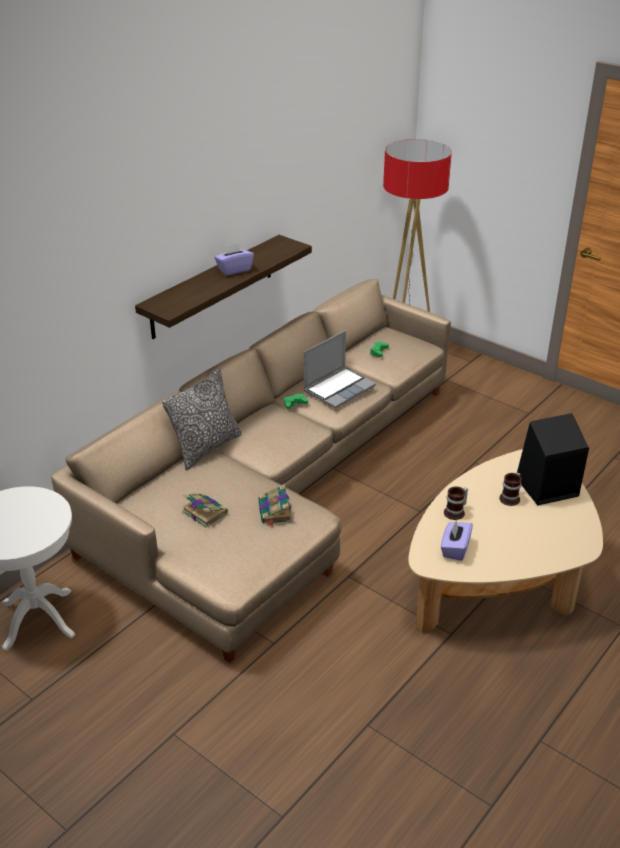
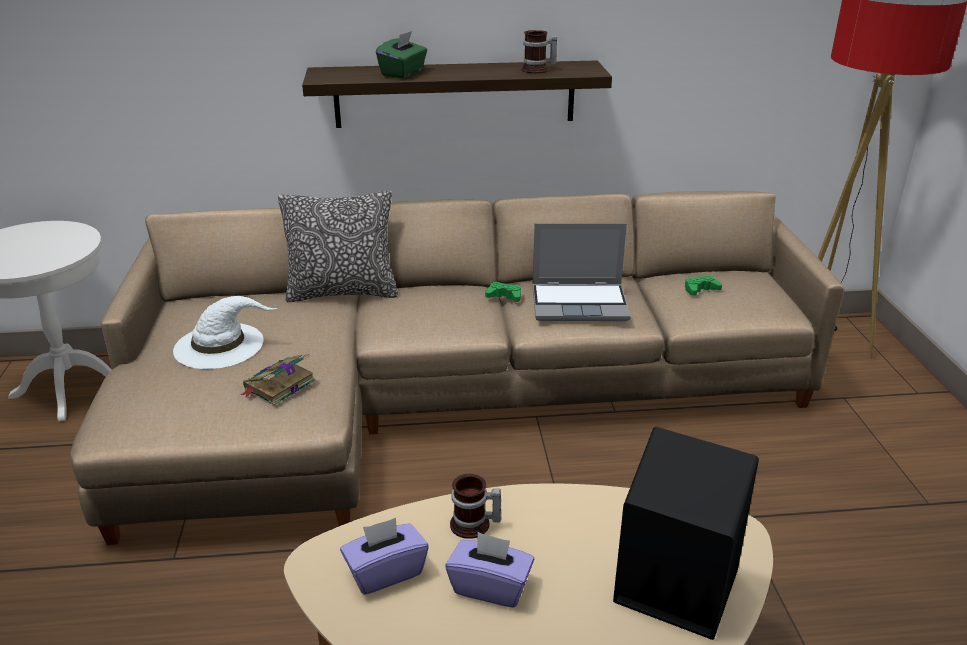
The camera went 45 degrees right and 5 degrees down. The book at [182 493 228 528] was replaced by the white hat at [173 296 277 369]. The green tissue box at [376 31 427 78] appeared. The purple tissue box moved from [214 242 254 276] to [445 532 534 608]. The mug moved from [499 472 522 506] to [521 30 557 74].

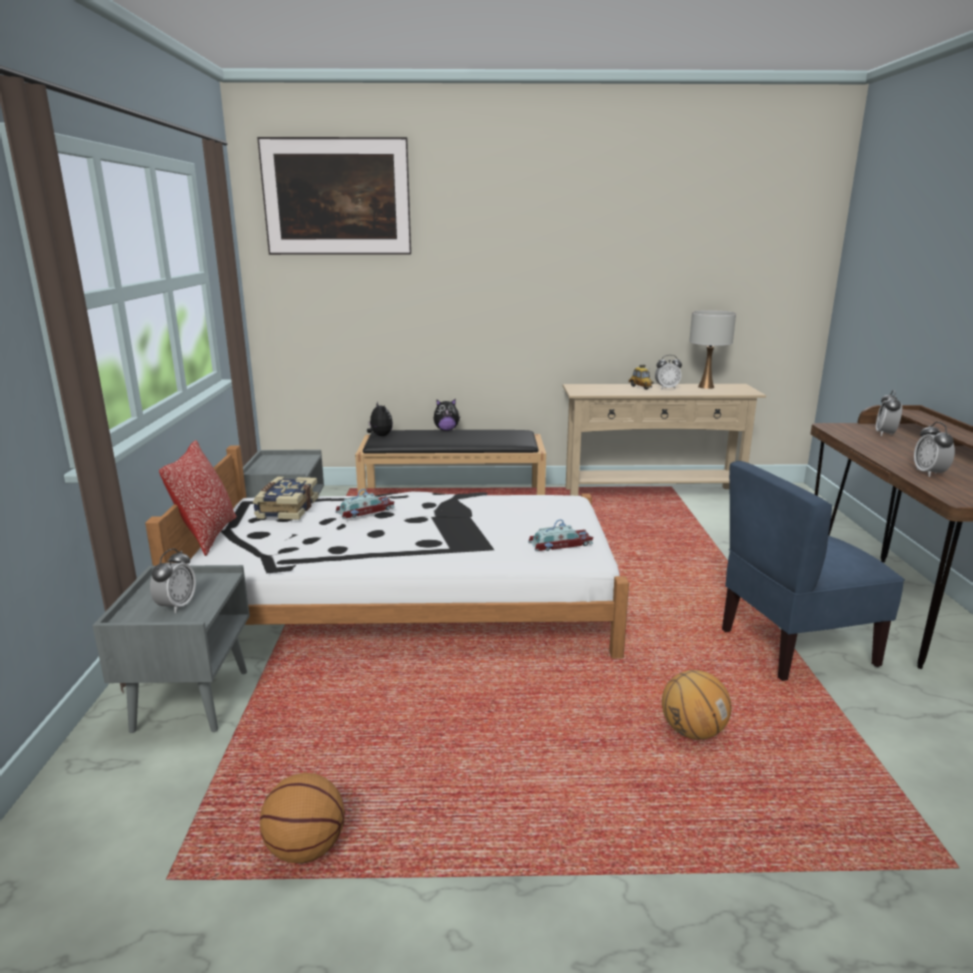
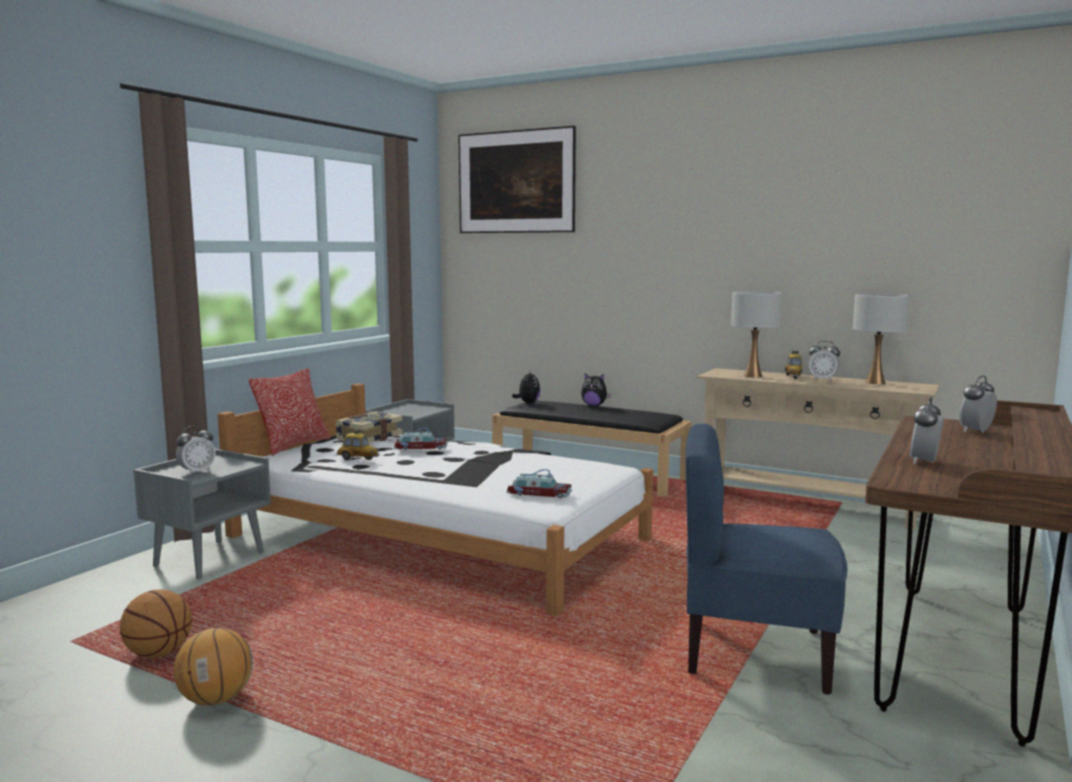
The camera went 30 degrees right and 10 degrees down. The basketball moved from [662 670 732 740] to [174 628 253 706]. The toy car at [337 429 379 460] appeared. The white table lamp at [731 291 782 378] appeared.

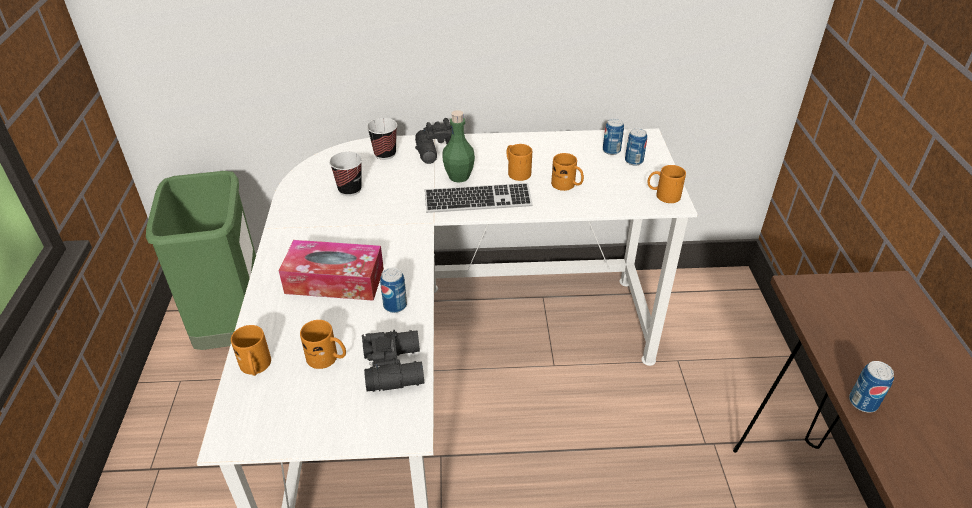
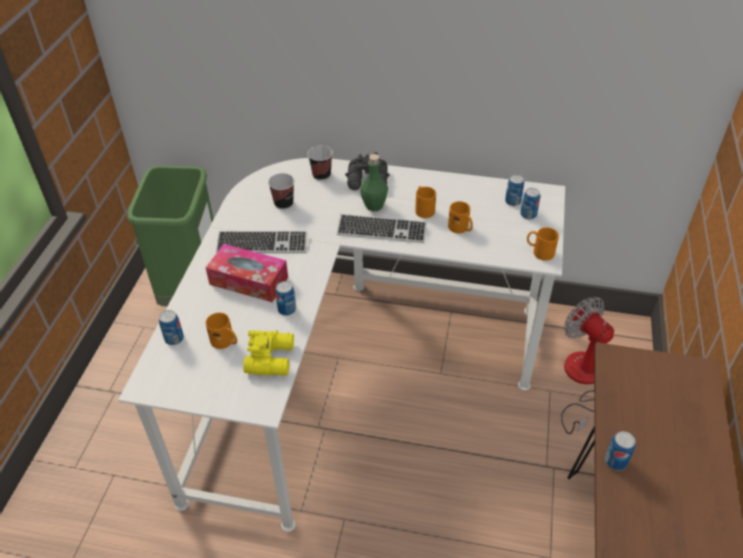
The camera went 15 degrees right and 5 degrees up. The orange mug at [231 325 271 376] was replaced by the can at [159 310 184 345]. The keyboard at [216 231 308 253] appeared. The black binoculars at [362 330 424 392] became the yellow binoculars at [243 330 294 376]. The fan at [561 297 614 434] appeared.

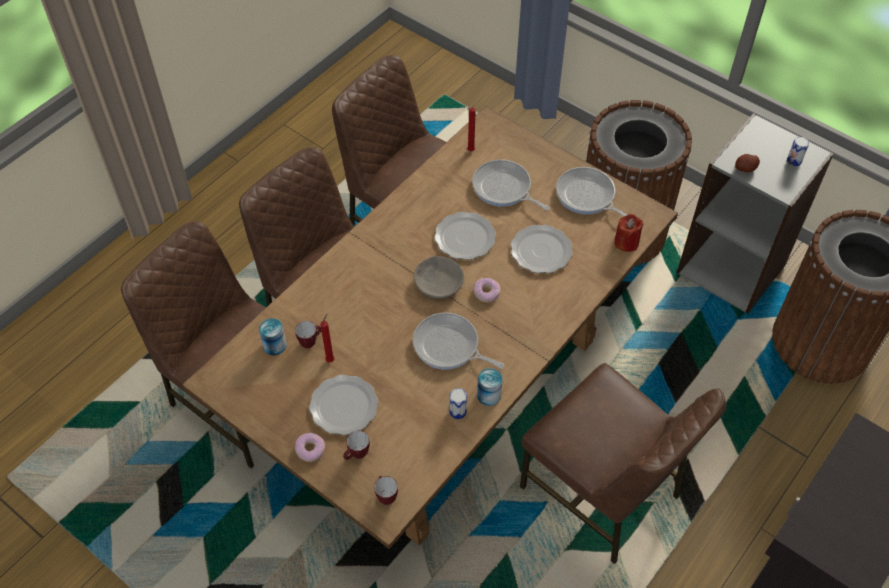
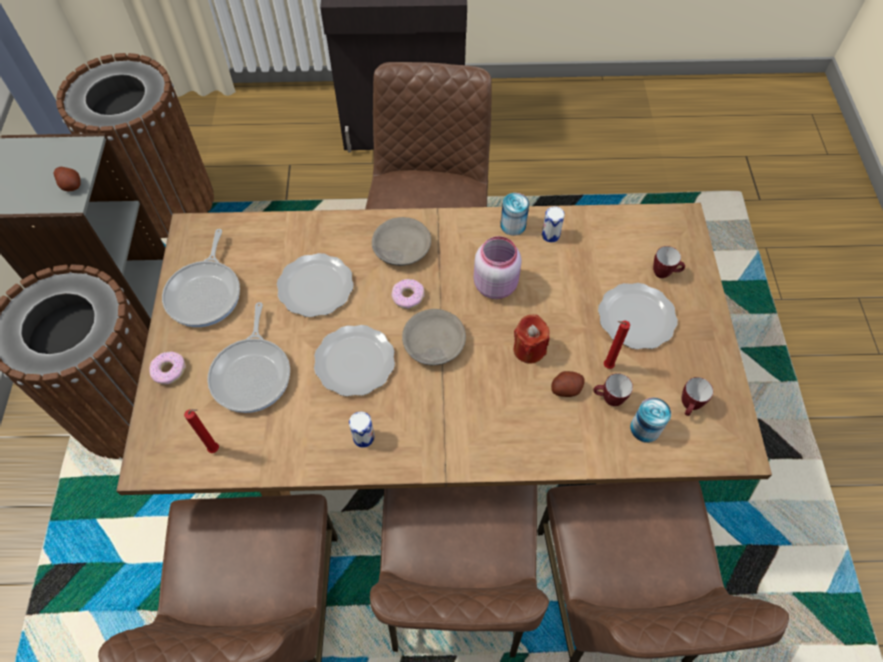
The camera went 130 degrees left and 5 degrees up. The donut moved from [295 433 325 462] to [150 352 186 385]. The can moved from [787 137 809 166] to [349 411 375 448]. The grey bowl at [372 217 431 266] appeared. The frying pan at [413 313 505 370] was replaced by the pink jar at [473 236 522 299]. The red candle moved from [614 214 644 252] to [514 315 550 364]. The potato at [551 371 585 397] appeared. The mug moved from [374 476 398 505] to [681 377 713 416].

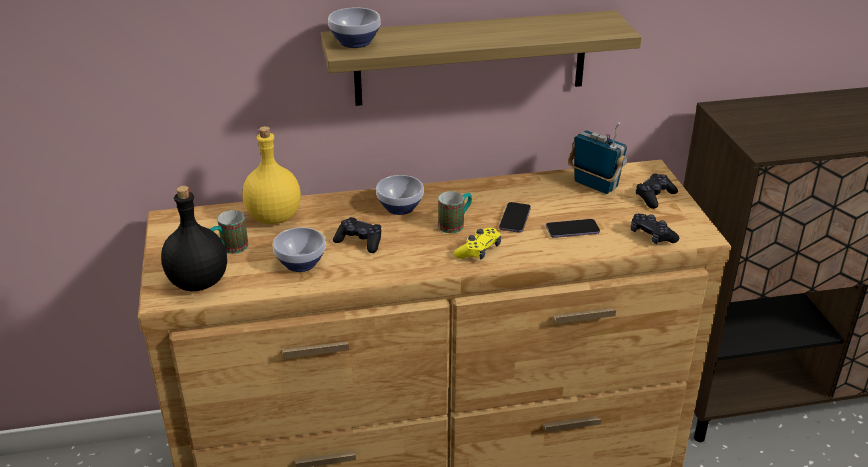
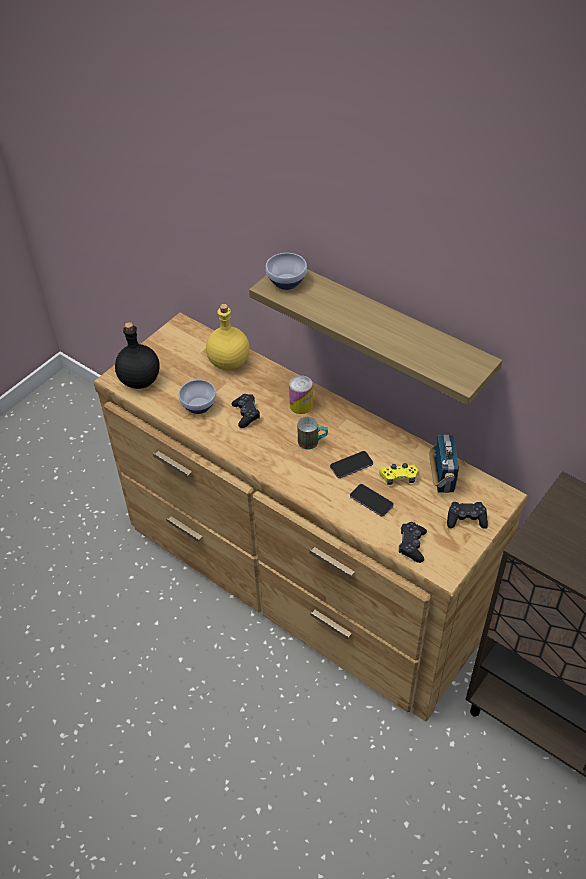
The camera went 50 degrees right and 15 degrees up. The bowl at [376 175 424 215] was replaced by the can at [289 375 313 414]. The yellow game controller moved from [454 228 501 260] to [379 463 418 485]. The mug at [210 210 248 254] disappeared.

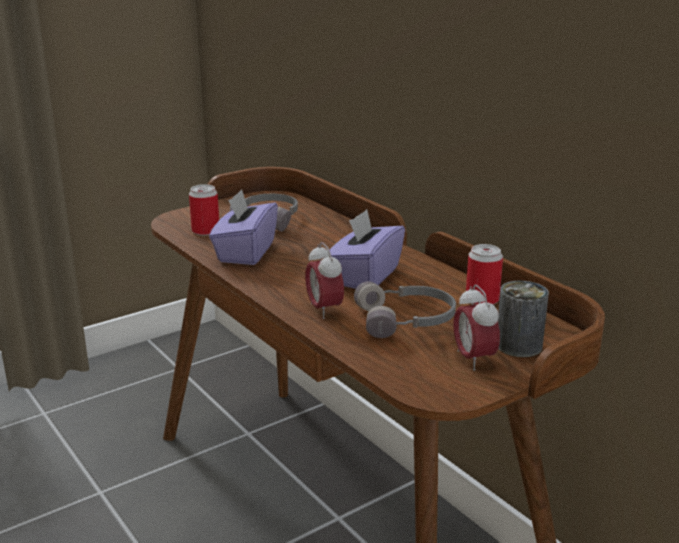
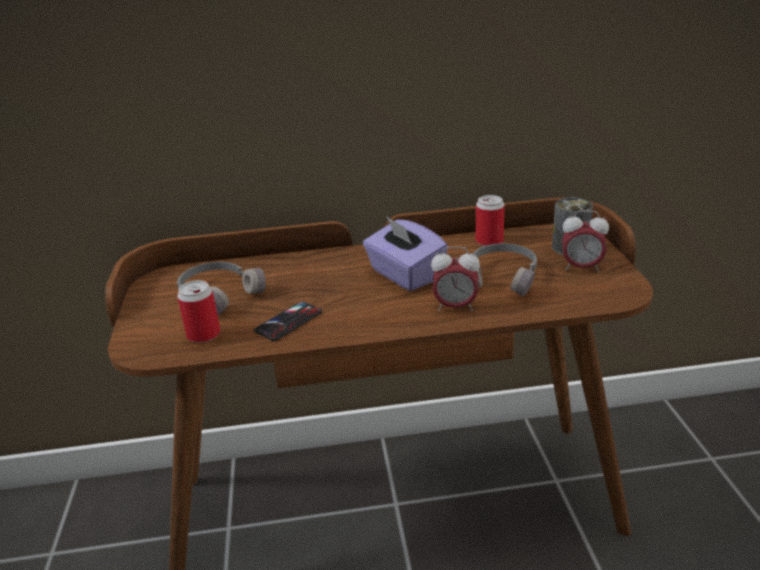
The camera went 60 degrees left and 5 degrees up. The purple tissue box at [209 189 278 265] was replaced by the phone at [254 302 322 341].

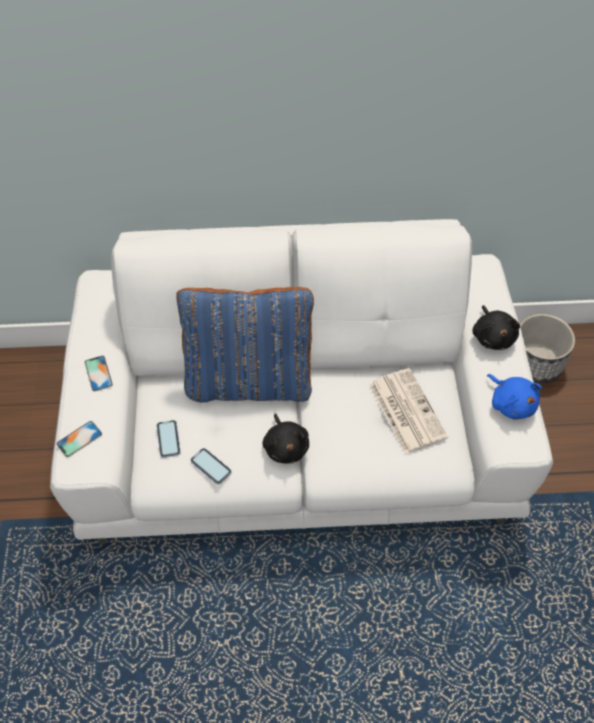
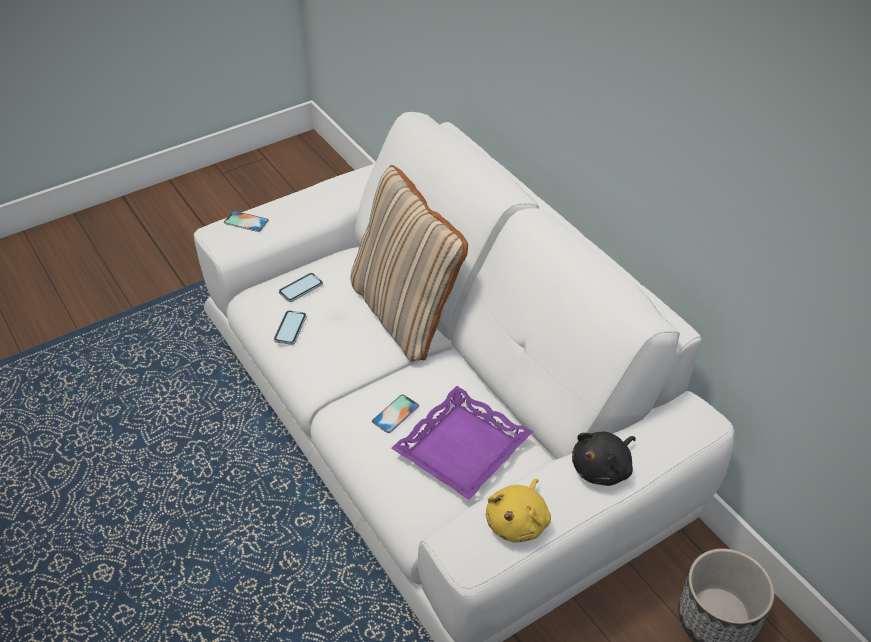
The camera went 60 degrees right and 10 degrees down. The blue pillow at [176 287 314 403] became the beige pillow at [351 165 468 362]. The phone moved from [85 356 113 391] to [372 394 419 433]. The newspaper at [369 368 448 454] was replaced by the purple tray at [391 386 533 500]. The blue plush toy at [487 374 542 420] became the yellow plush toy at [485 479 551 543]. The black plush toy at [262 414 309 463] disappeared.

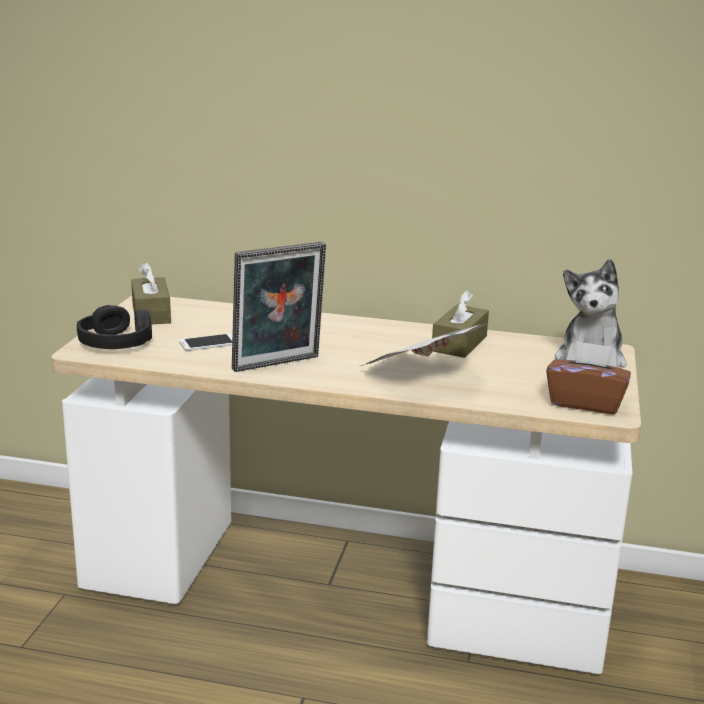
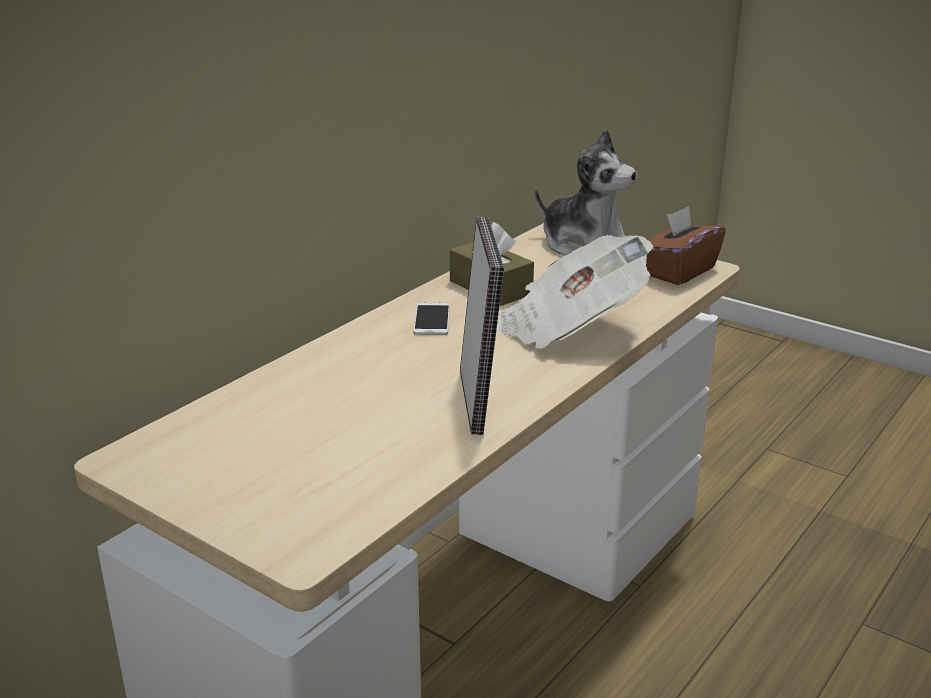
The camera went 65 degrees left and 5 degrees up. The phone moved from [179 333 233 351] to [413 302 450 335]. The black headphones at [77 305 152 349] disappeared. The brown tissue box at [131 262 171 324] disappeared.

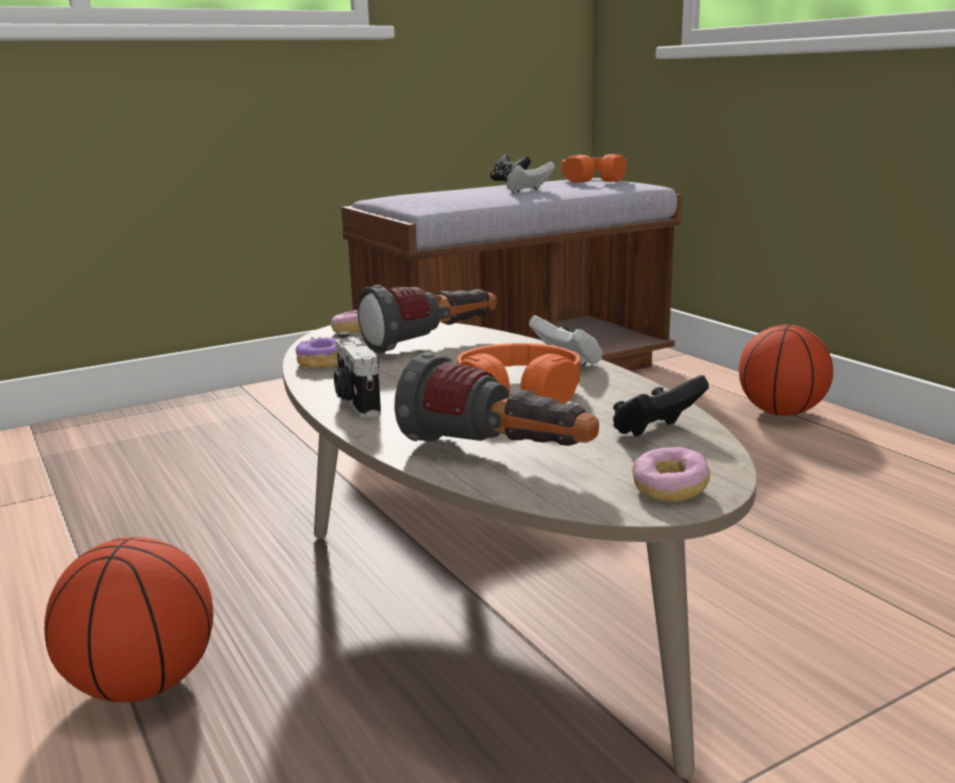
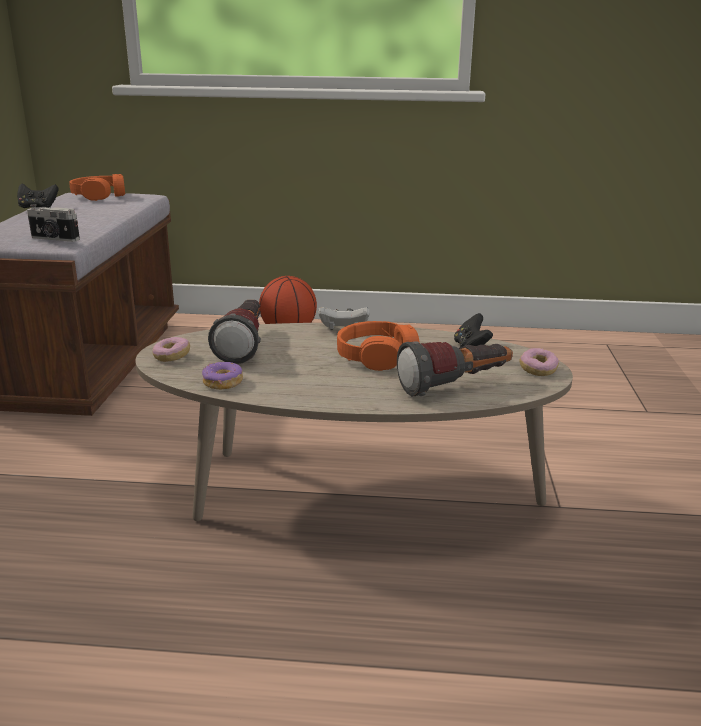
The camera went 55 degrees left and 5 degrees up. The photo camera moved from [334 332 381 418] to [27 204 80 242]. The basketball at [44 537 213 702] disappeared. The white game controller at [507 162 555 192] disappeared.

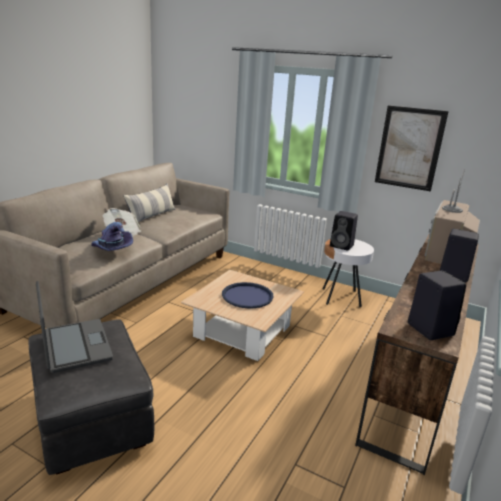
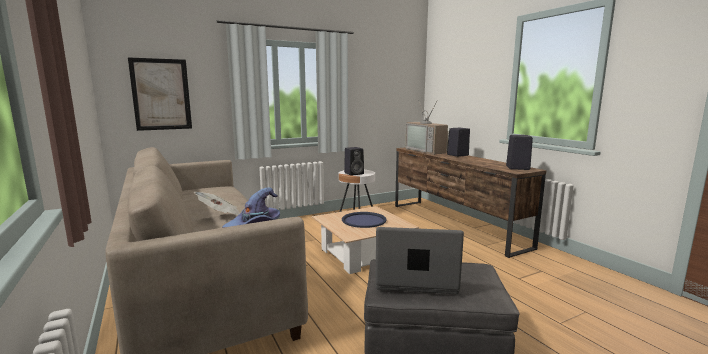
The camera went 55 degrees left and 10 degrees down. The picture moved from [375 106 449 191] to [128 57 192 131]. The pillow at [124 183 176 222] disappeared.

